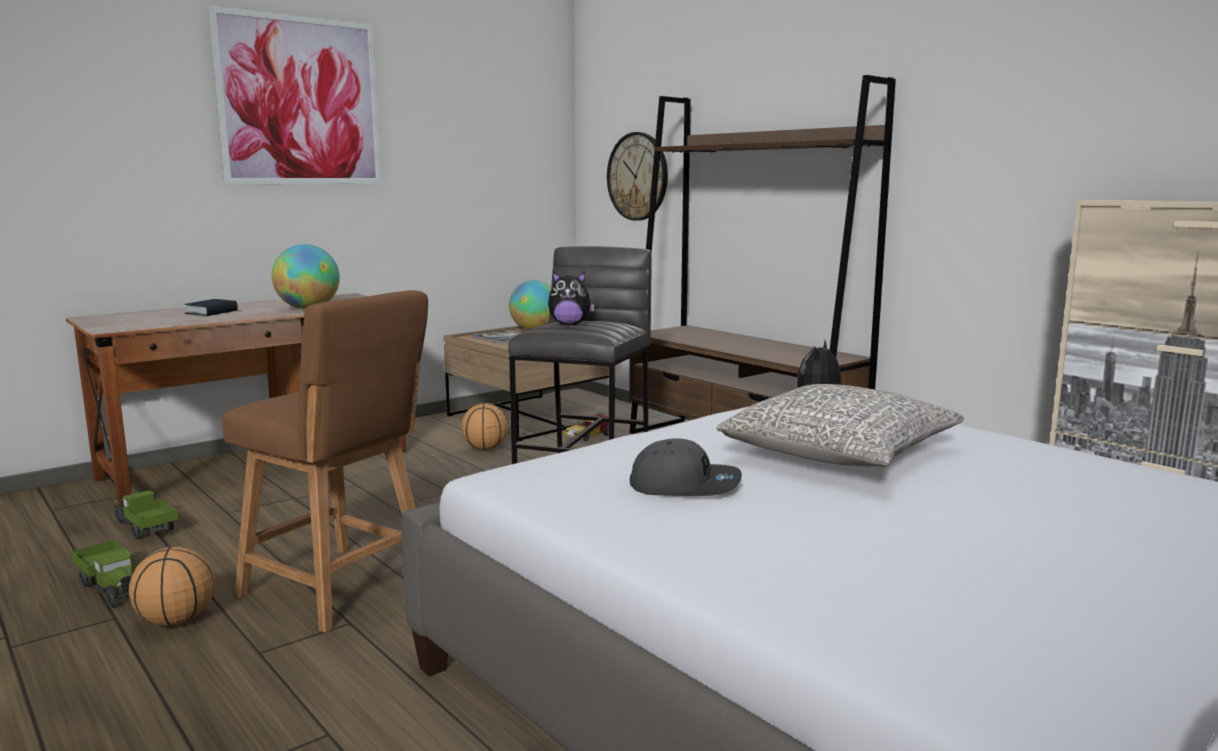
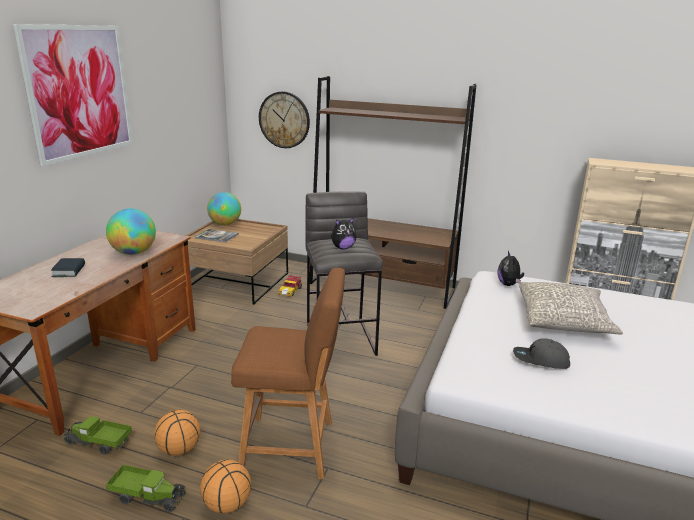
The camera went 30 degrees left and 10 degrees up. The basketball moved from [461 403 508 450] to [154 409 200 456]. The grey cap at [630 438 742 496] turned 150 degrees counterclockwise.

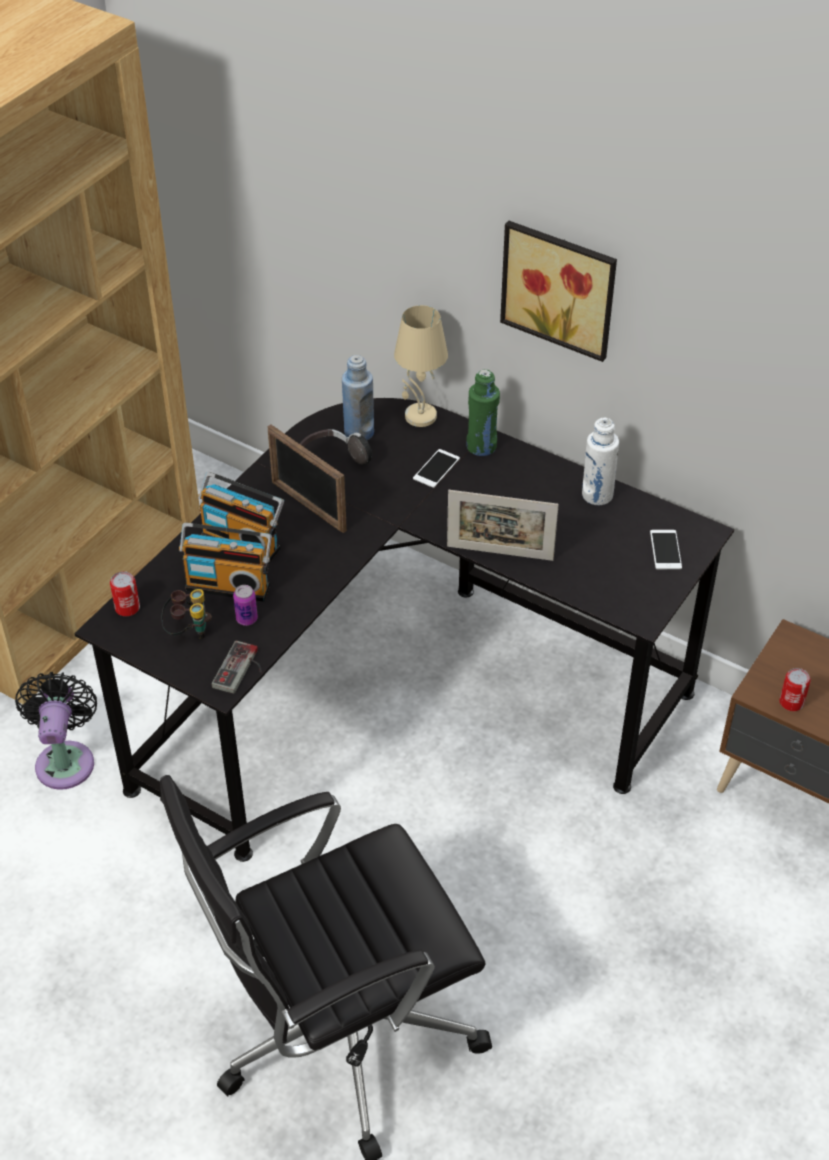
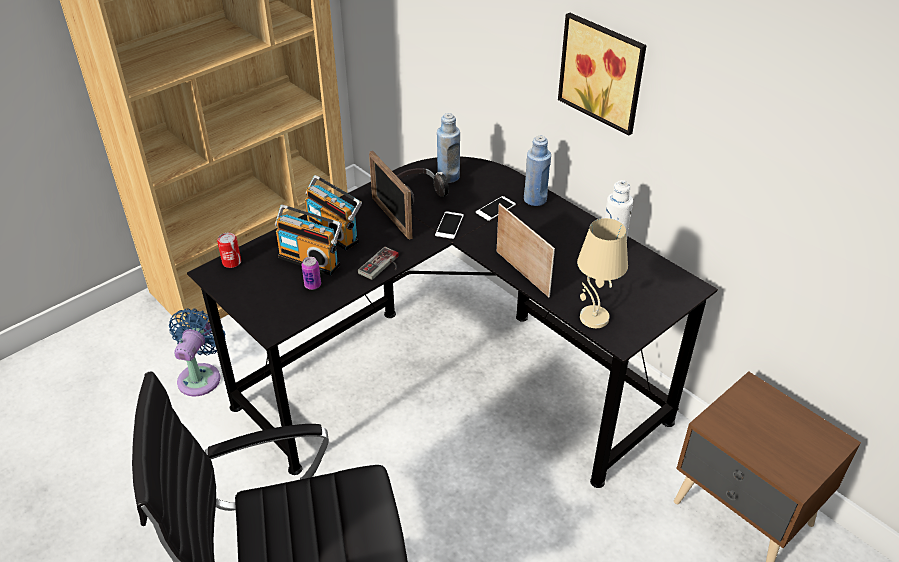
The camera went 15 degrees right and 5 degrees down. The black fan at [15 672 97 790] became the blue fan at [169 308 225 396]. The game controller moved from [212 640 262 694] to [358 247 399 280]. The phone moved from [650 530 682 569] to [435 211 464 239]. The picture frame at [447 490 559 561] turned 150 degrees counterclockwise. The green bottle at [466 369 500 456] became the blue bottle at [524 136 551 206]. The beige table lamp moved from [394 305 448 427] to [577 218 628 328]. The binoculars at [161 589 212 639] disappeared. The can at [780 668 811 711] disappeared.

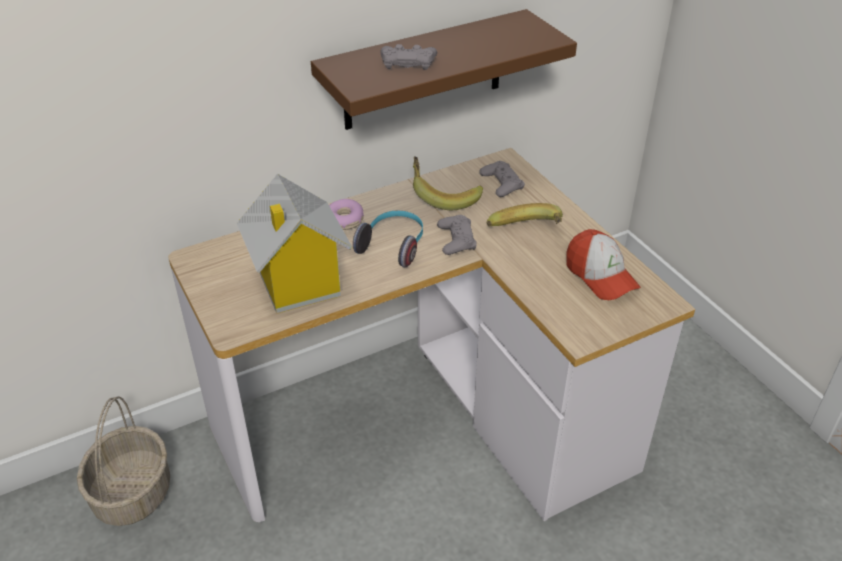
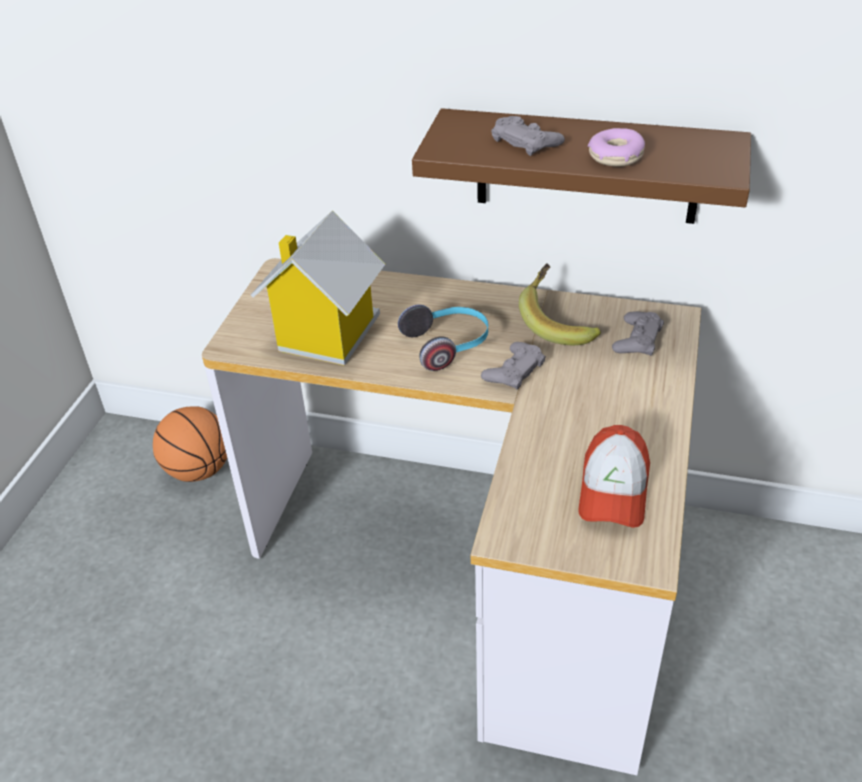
The camera went 45 degrees right and 0 degrees up. The basket at [77 396 170 526] was replaced by the basketball at [153 406 227 482]. The donut moved from [329 199 364 230] to [588 128 645 167]. The banana at [487 203 563 227] disappeared.

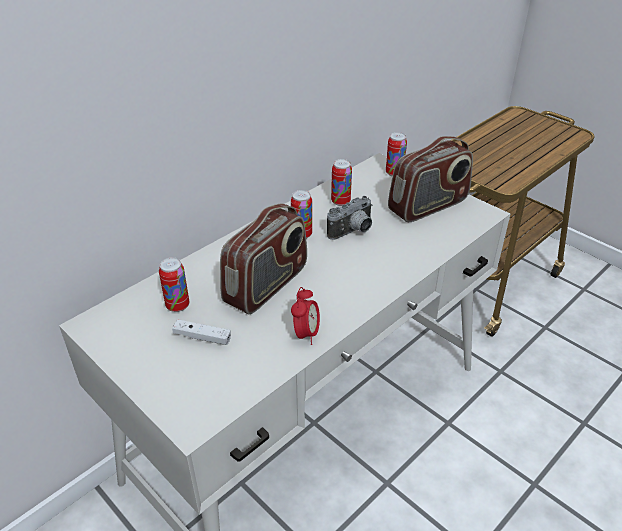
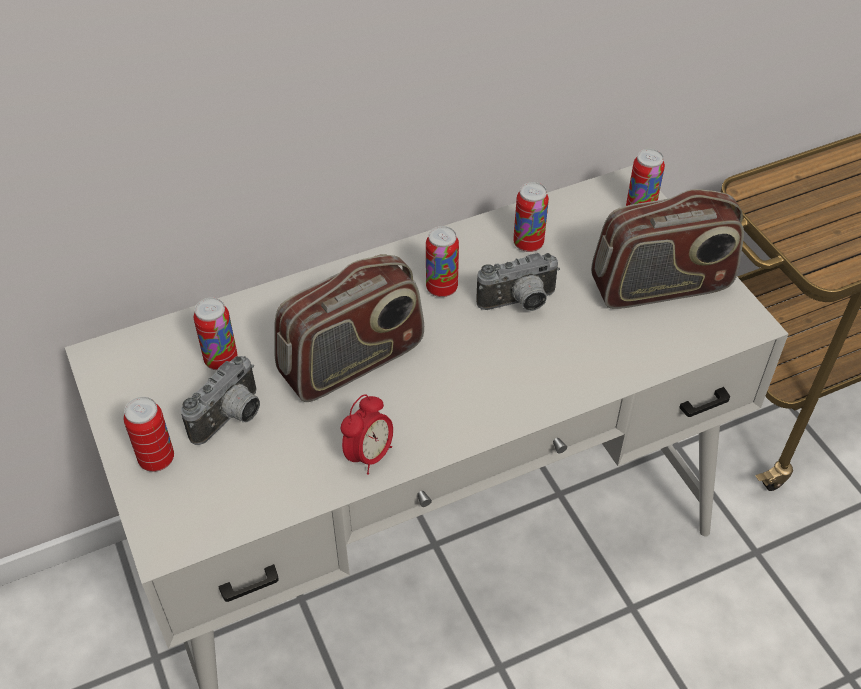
The camera went 20 degrees right and 10 degrees up. The can at [124 397 174 472] appeared. The white game controller at [172 319 231 345] was replaced by the photo camera at [181 356 260 445].

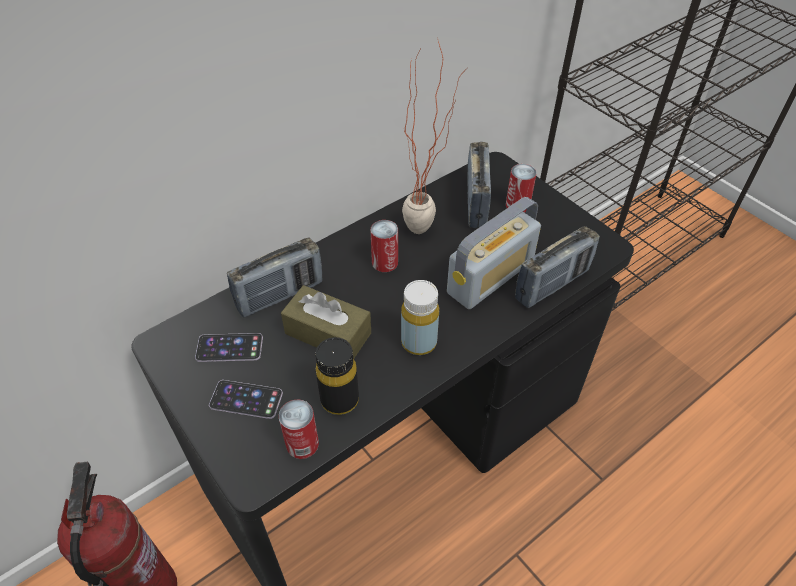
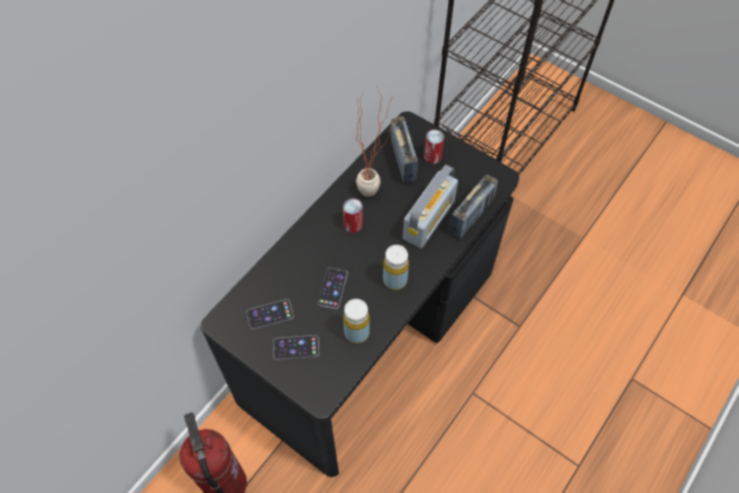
The camera went 15 degrees left and 10 degrees up. The brown tissue box at [281 285 371 359] was replaced by the phone at [317 267 348 309]. The black bottle at [316 337 359 415] became the yellow bottle at [343 299 370 344]. The radio at [227 238 323 318] disappeared. The can at [279 399 319 459] disappeared.

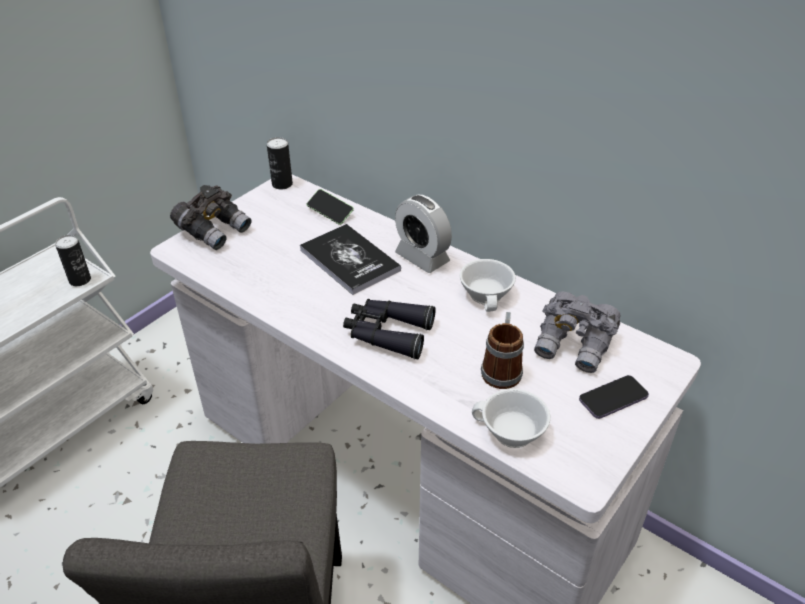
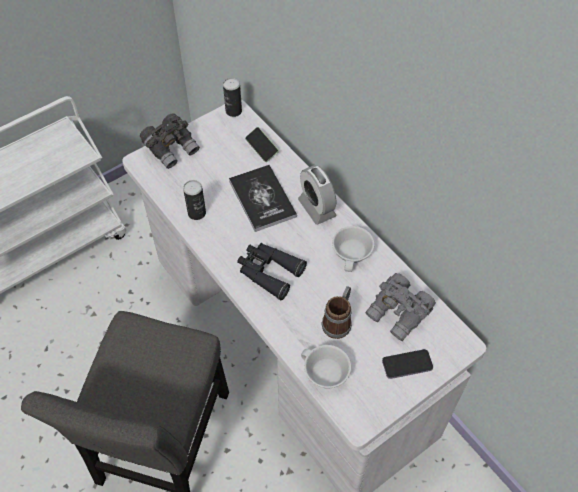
The camera went 15 degrees right and 15 degrees up. The can moved from [55 235 91 286] to [183 180 206 220].

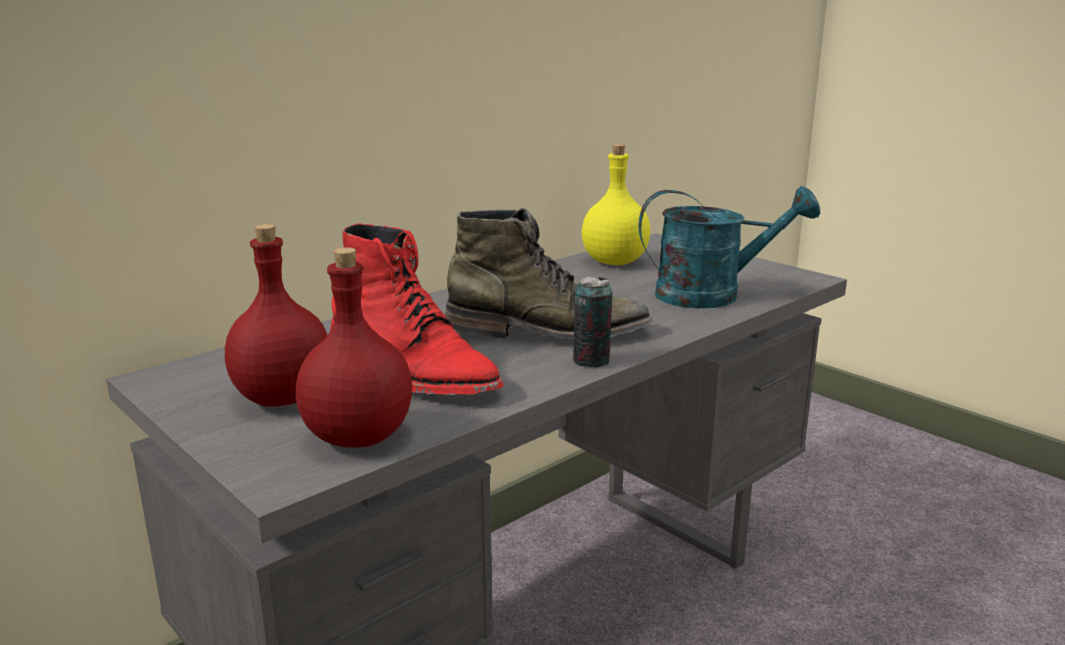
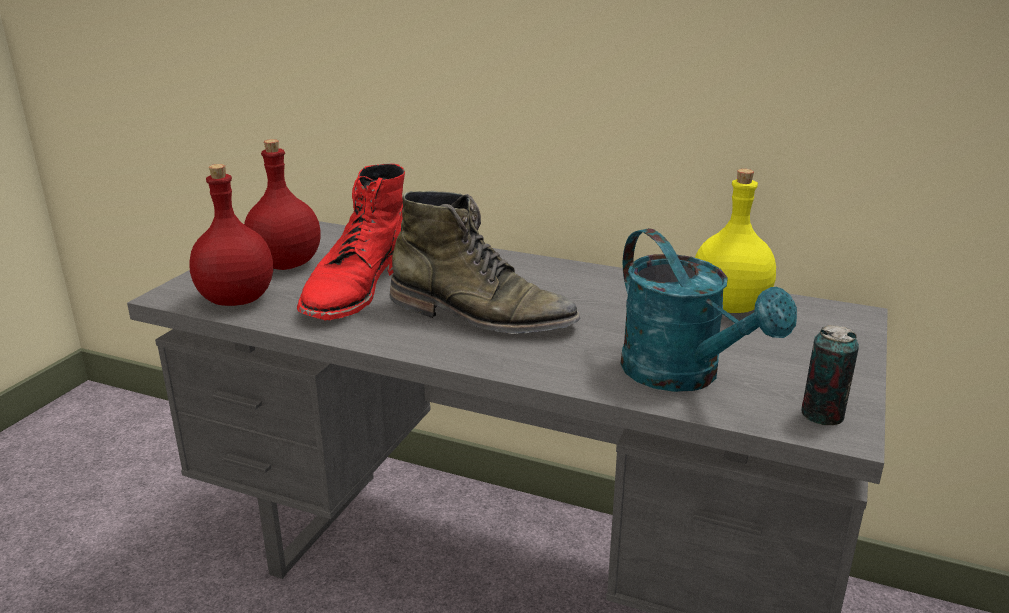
The camera went 65 degrees right and 5 degrees up. The green boot at [445 208 652 340] turned 45 degrees counterclockwise. The can moved from [572 276 612 367] to [802 325 859 425].

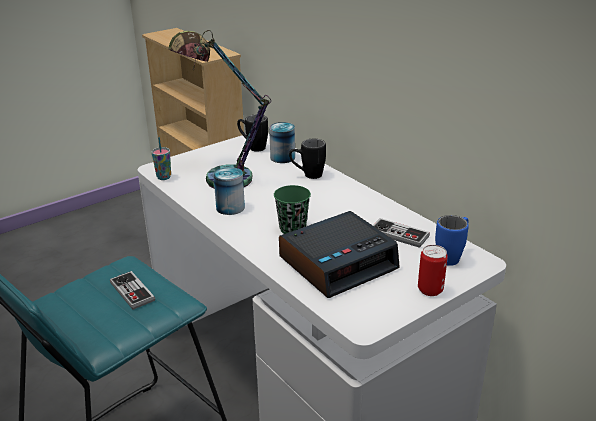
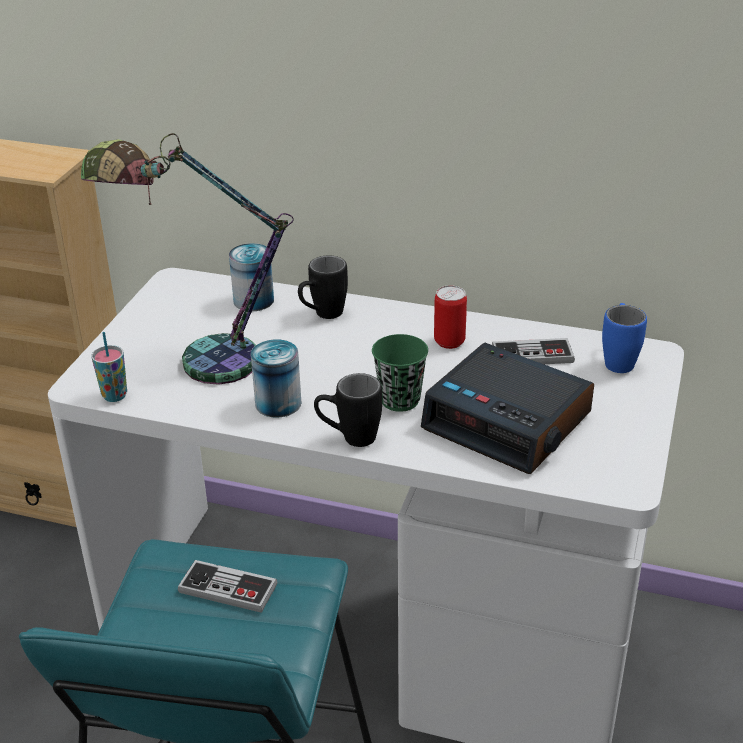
The camera went 35 degrees left and 5 degrees up. The black mug moved from [237 114 268 152] to [314 373 382 447]. The alarm clock at [279 211 400 298] turned 105 degrees clockwise. The can moved from [418 245 448 296] to [434 285 467 349].

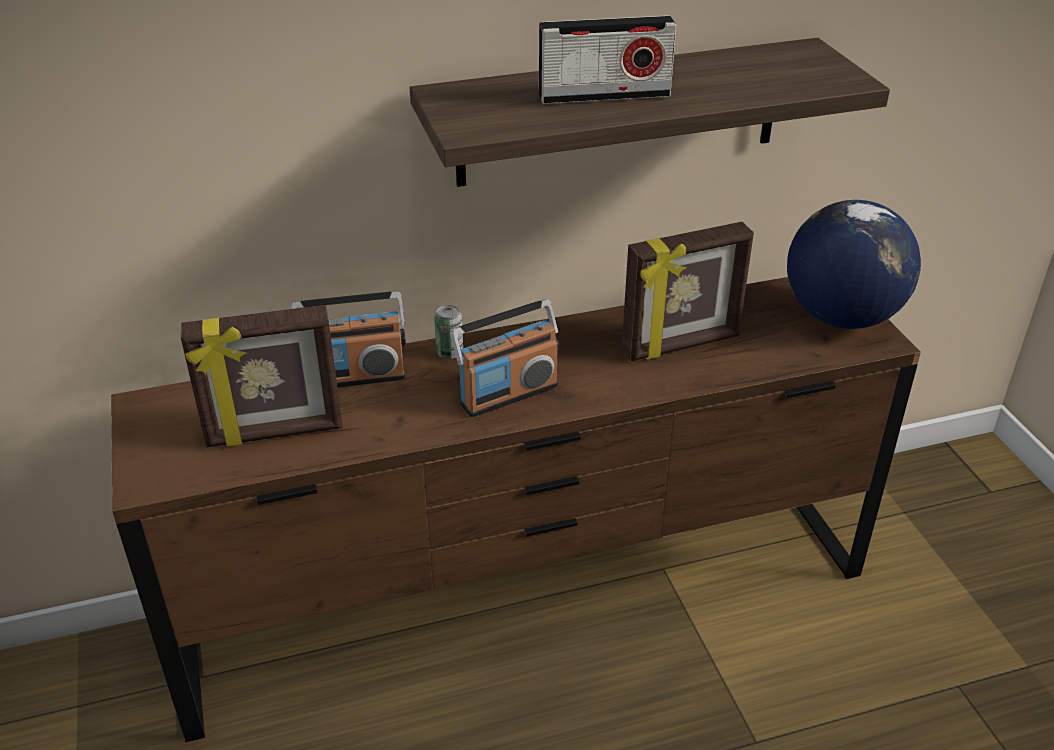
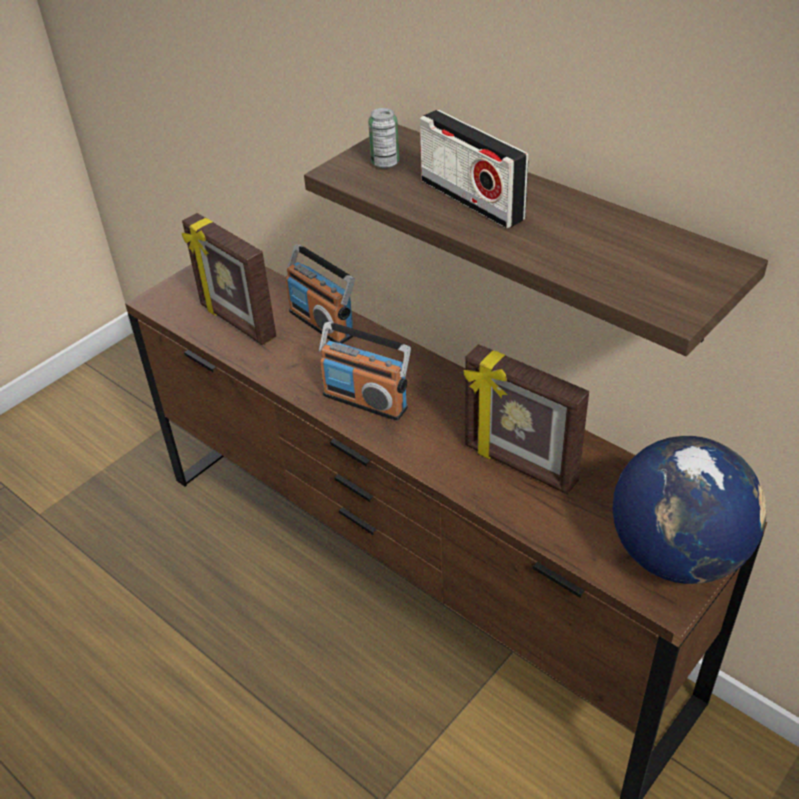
The camera went 60 degrees right and 5 degrees up. The can moved from [434 305 463 359] to [368 108 399 169].

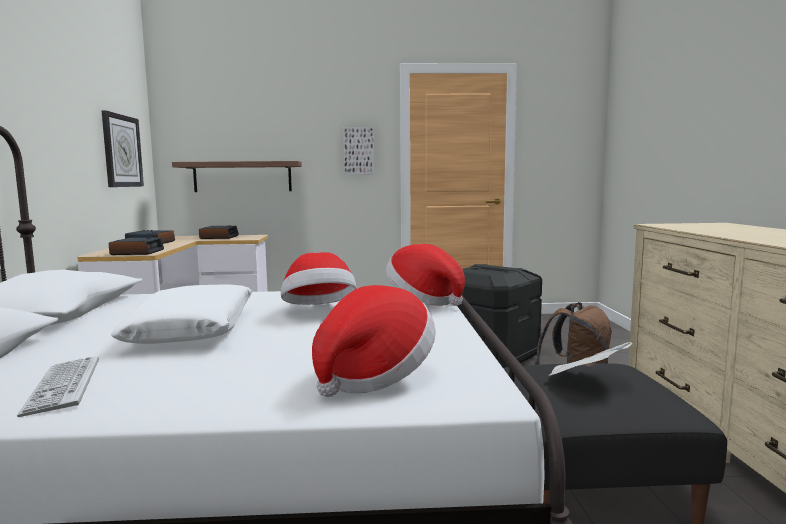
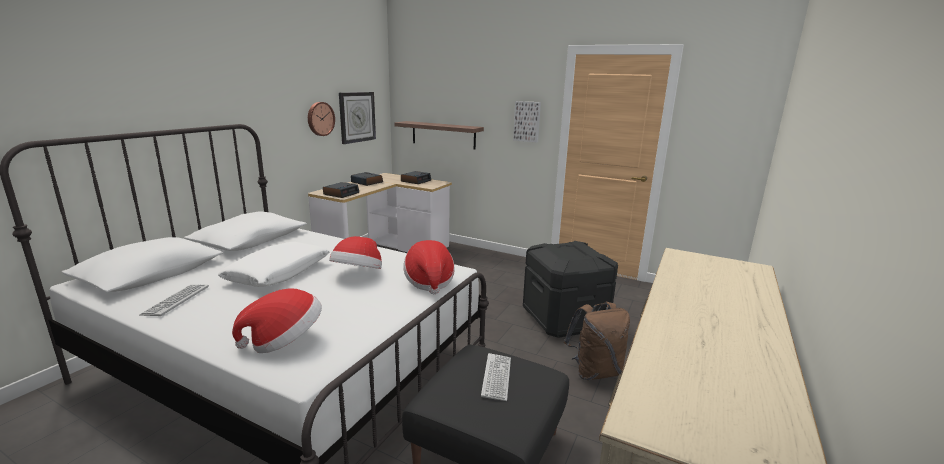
The camera went 30 degrees right and 10 degrees up. The wall clock at [308 102 335 136] appeared. The newspaper at [549 342 632 376] was replaced by the keyboard at [481 353 511 401].

